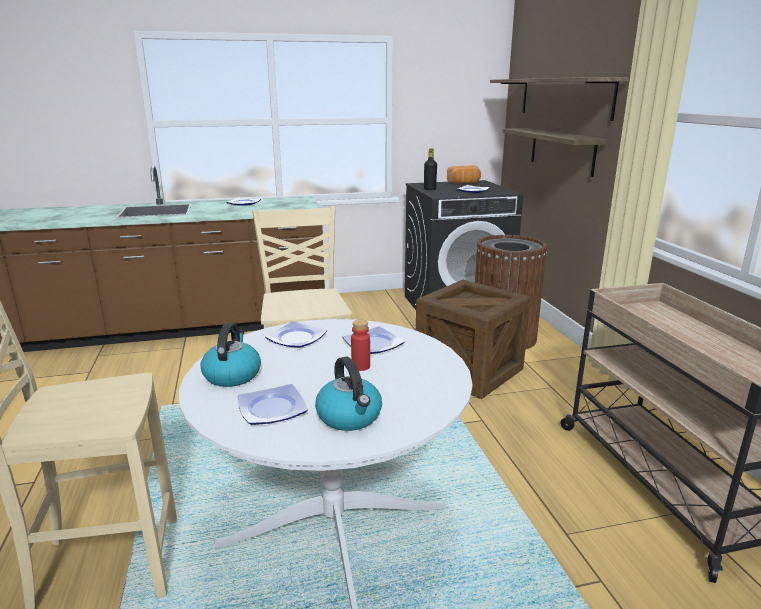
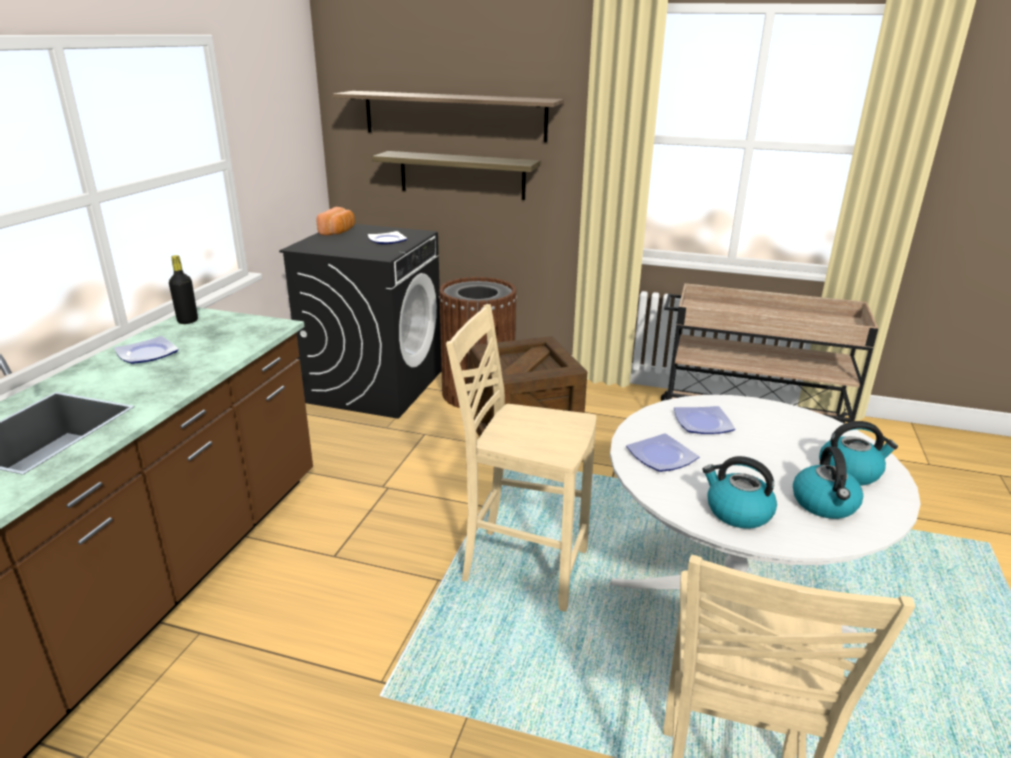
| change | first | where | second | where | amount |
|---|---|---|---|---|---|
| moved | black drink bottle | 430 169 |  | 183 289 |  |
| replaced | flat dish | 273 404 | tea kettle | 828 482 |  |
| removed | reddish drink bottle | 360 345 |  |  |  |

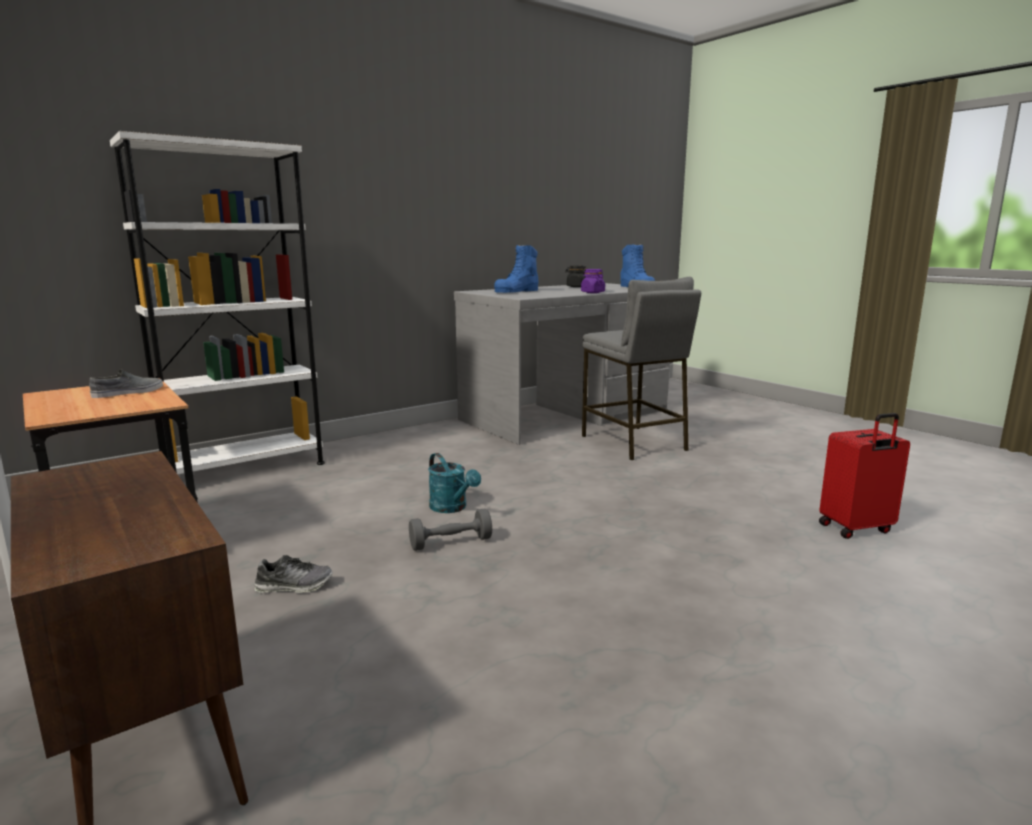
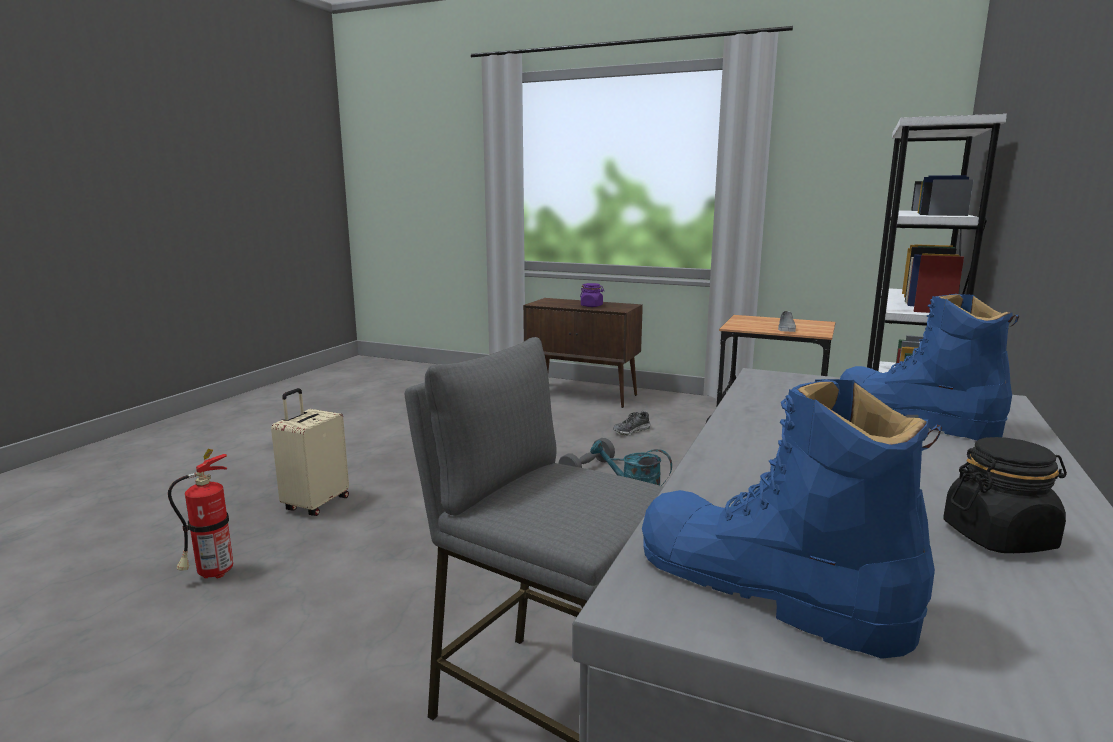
| change | first | where | second | where | amount |
|---|---|---|---|---|---|
| replaced | reddish travel case | 864 476 | extinguisher | 200 513 |  |
| added |  |  | beige-coloured travel case | 310 452 |  |
| moved | purple-coloured preserve jar | 593 281 |  | 592 295 |  |
| turned | bluish tall boot | 516 269 |  | 929 367 | 45 degrees counterclockwise |

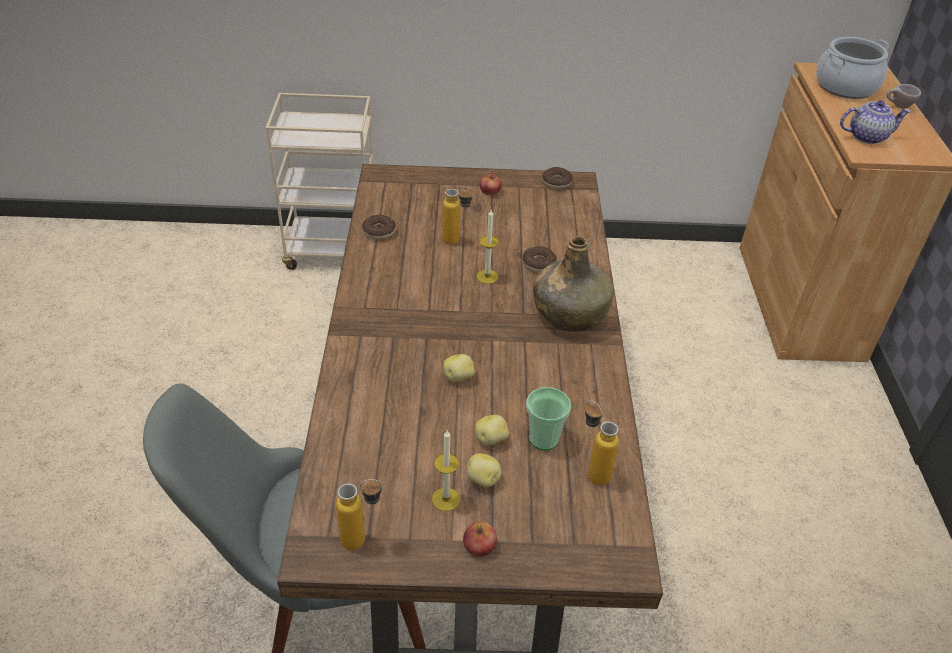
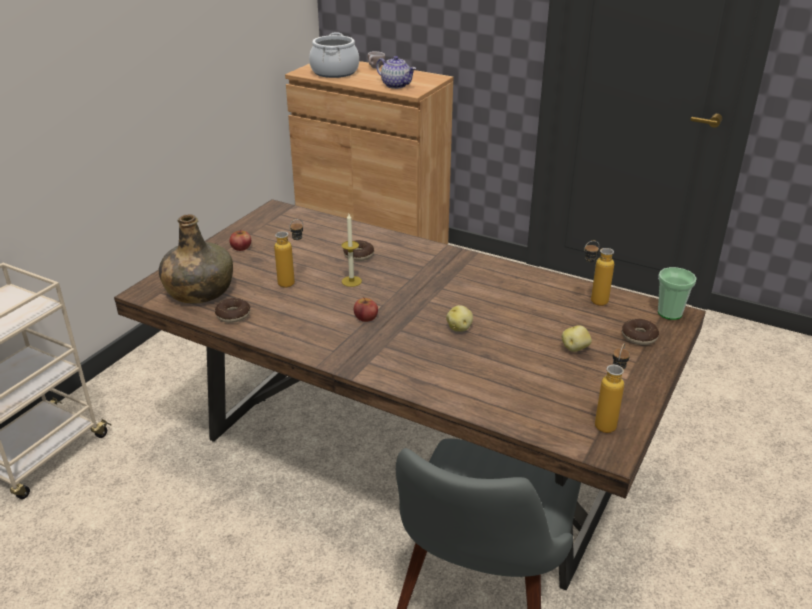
| change | first | where | second | where | amount |
|---|---|---|---|---|---|
| moved | greenish drink bottle | 573 284 |  | 196 259 |  |
| moved | apple | 480 539 |  | 366 309 |  |
| turned | tea pot | 875 122 |  | 396 72 | 105 degrees clockwise |
| moved | ring doughnut | 557 178 |  | 640 332 |  |
| moved | cup | 548 418 |  | 677 293 |  |
| removed | candle | 446 470 |  |  |  |
| removed | spud | 492 430 |  |  |  |

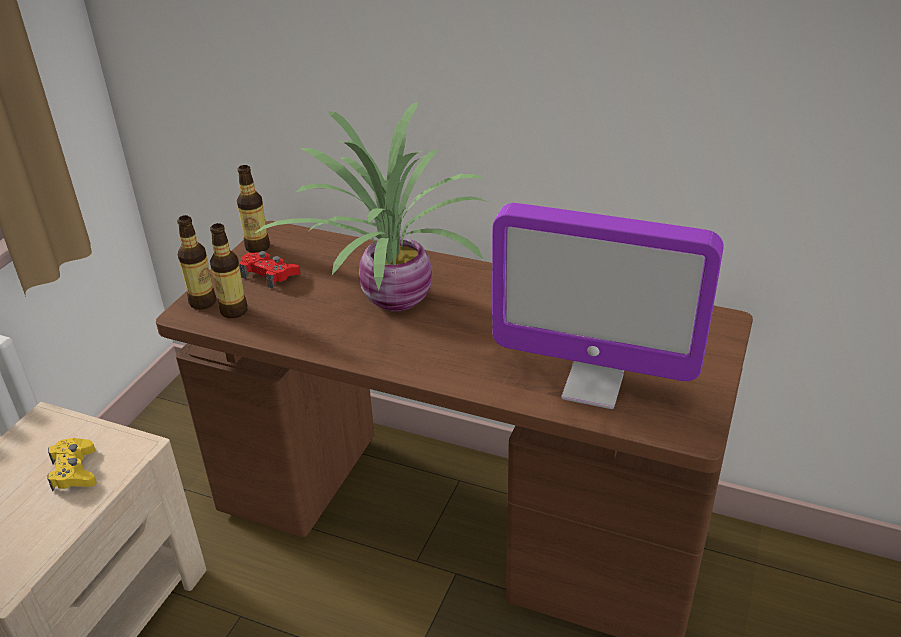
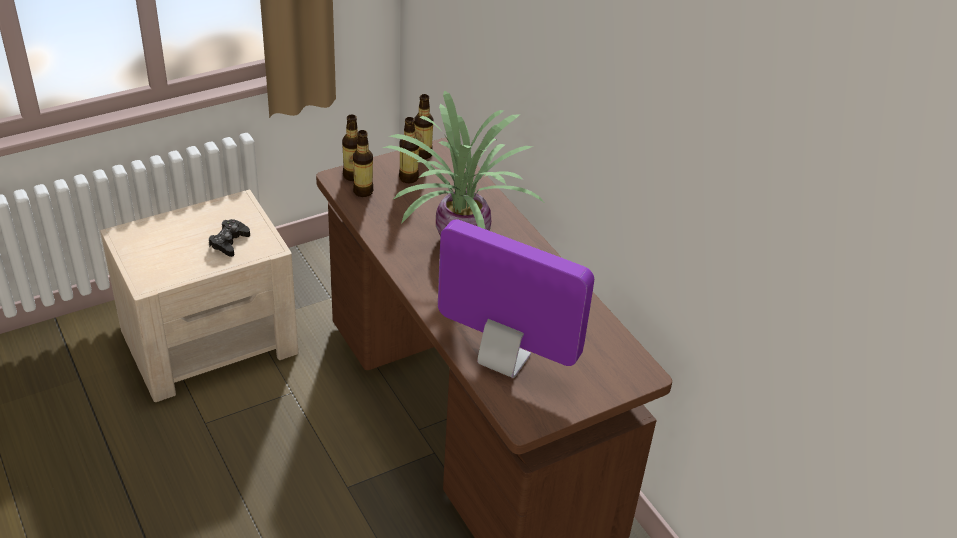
| change | first | where | second | where | amount |
|---|---|---|---|---|---|
| recoloured | yellowish gamepad | 72 465 | black gamepad | 229 238 |  |
| replaced | reddish gamepad | 269 270 | drink bottle | 409 150 |  |
| turned | monitor | 608 306 |  | 516 298 | 150 degrees clockwise |

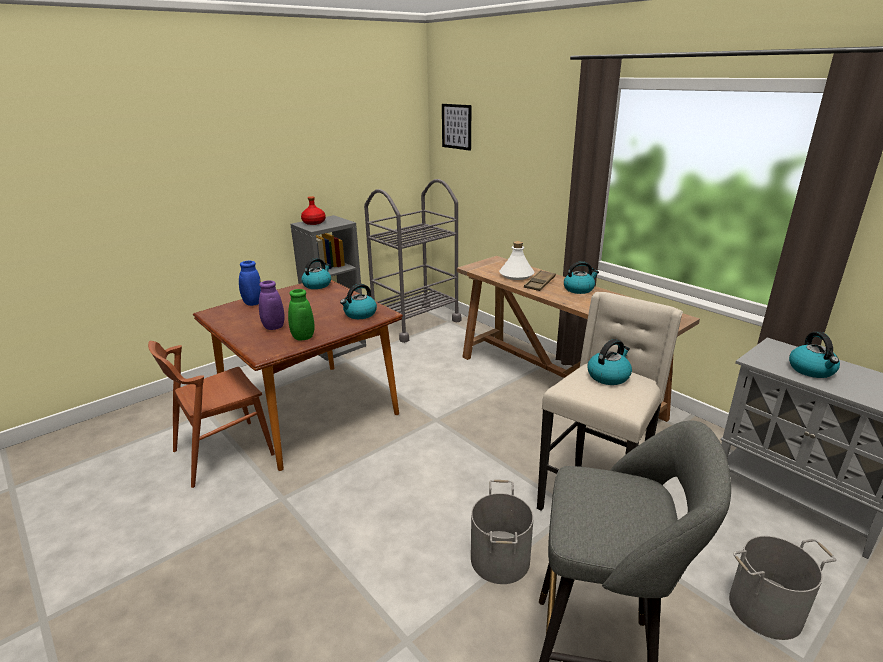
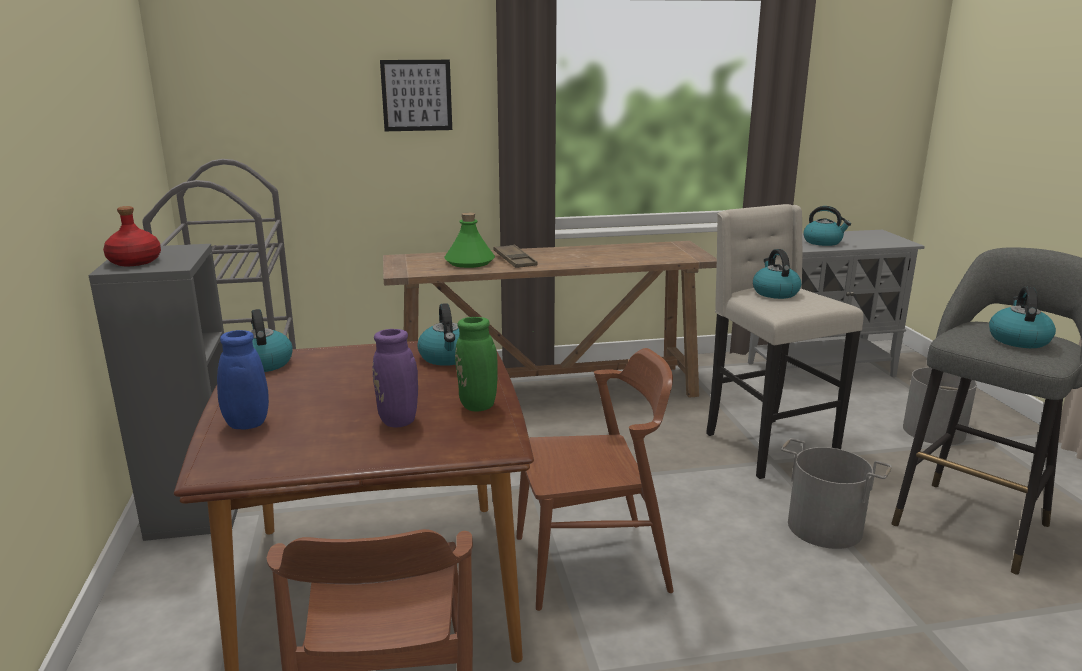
| change | first | where | second | where | amount |
|---|---|---|---|---|---|
| moved | wall art | 457 127 |  | 416 95 |  |
| recoloured | white-coloured drink bottle | 516 260 | greenish drink bottle | 469 240 |  |
| added |  |  | brown-coloured chair | 595 479 |  |
| moved | tea kettle | 581 277 |  | 1022 317 |  |

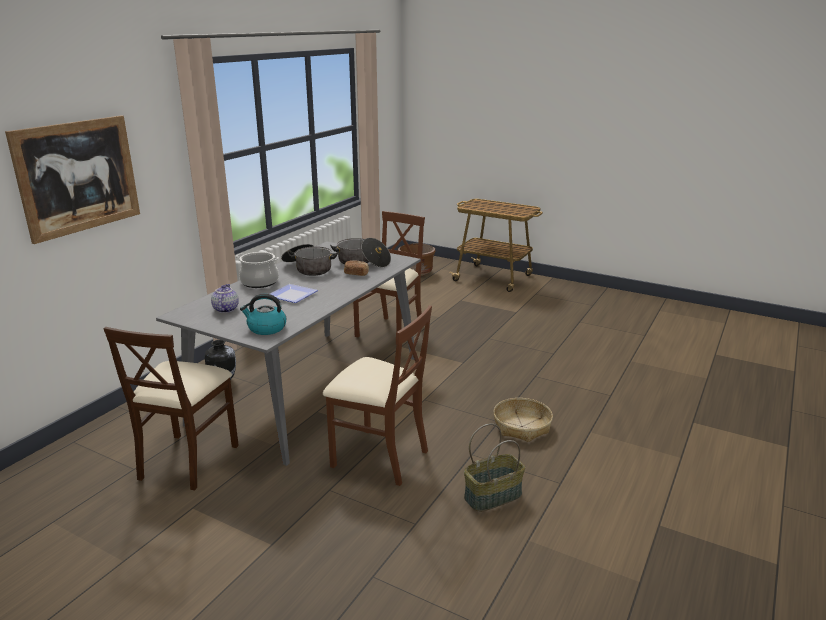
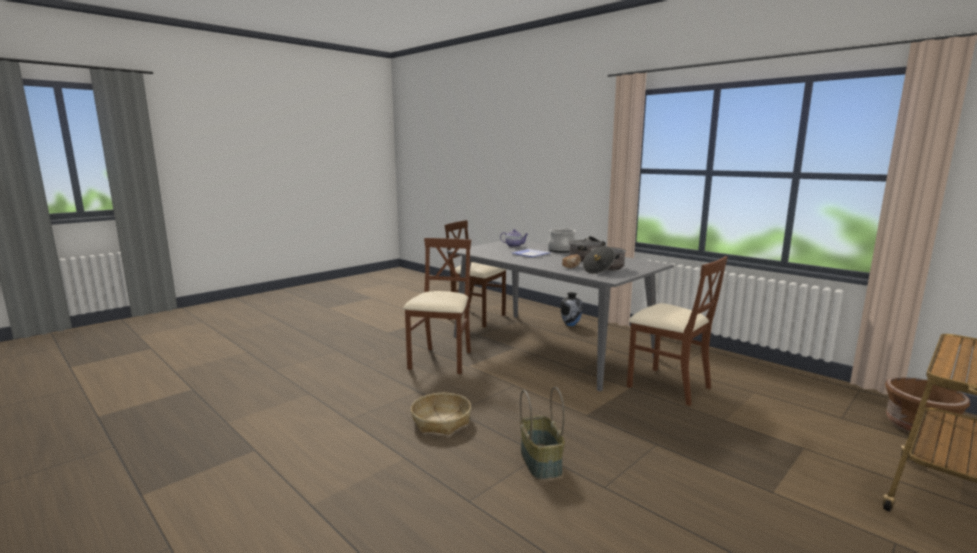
| change | first | where | second | where | amount |
|---|---|---|---|---|---|
| turned | brown-coloured chair | 377 395 |  | 437 306 | 150 degrees clockwise |
| moved | storage basket | 494 467 |  | 542 433 |  |
| removed | wall art | 72 180 |  |  |  |
| removed | tea kettle | 263 314 |  |  |  |

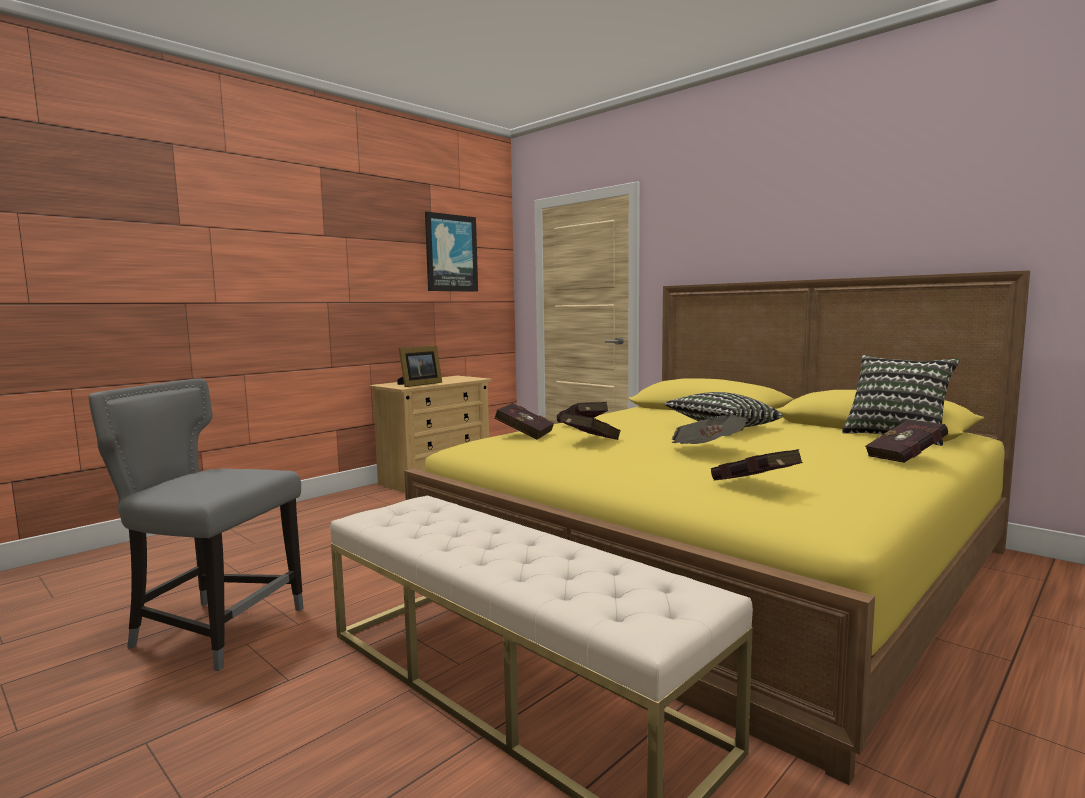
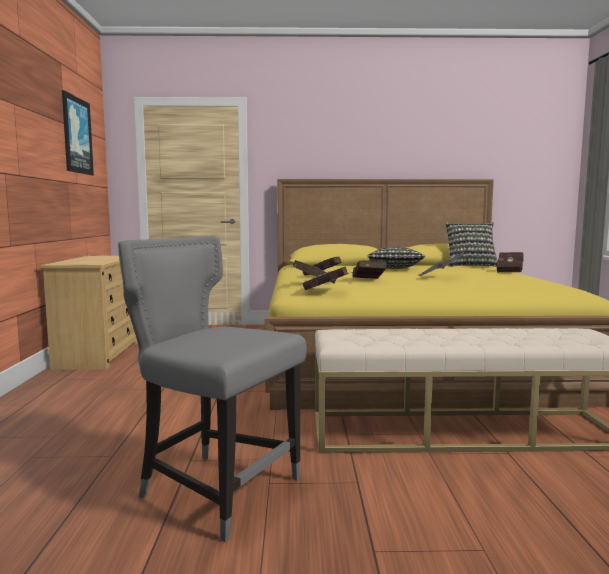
| change | first | where | second | where | amount |
|---|---|---|---|---|---|
| turned | greyish chair | 196 525 |  | 212 389 | 60 degrees clockwise |
| moved | reddish bound book | 757 465 |  | 327 278 |  |
| removed | picture frame | 420 366 |  |  |  |

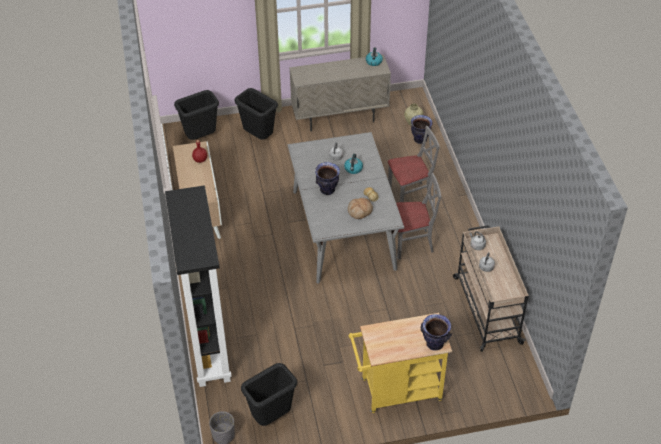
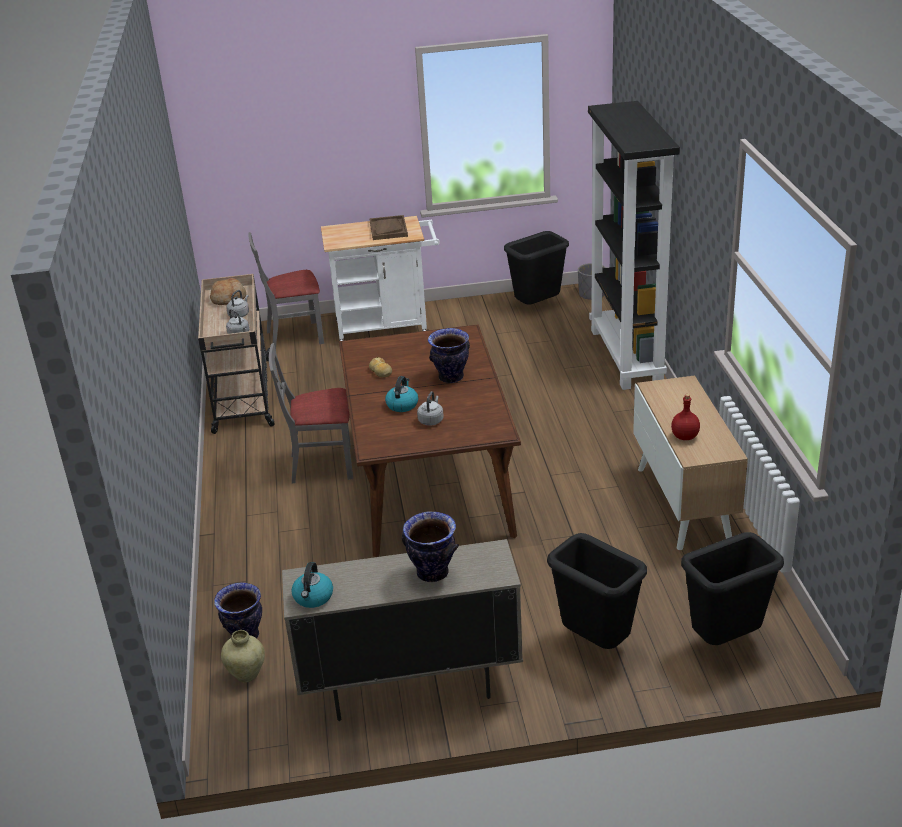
| change | first | where | second | where | amount |
|---|---|---|---|---|---|
| moved | bakery bread | 360 208 |  | 228 291 |  |
| moved | greyish chair | 414 164 |  | 286 290 |  |
| recoloured | yellowish trolley | 400 363 | white-coloured trolley | 380 278 |  |
| recoloured | greyish dining table | 346 208 | brown-coloured dining table | 430 441 |  |
| added |  |  | brown-coloured carrying tray | 389 227 |  |
| moved | flower vase | 436 332 |  | 430 546 |  |

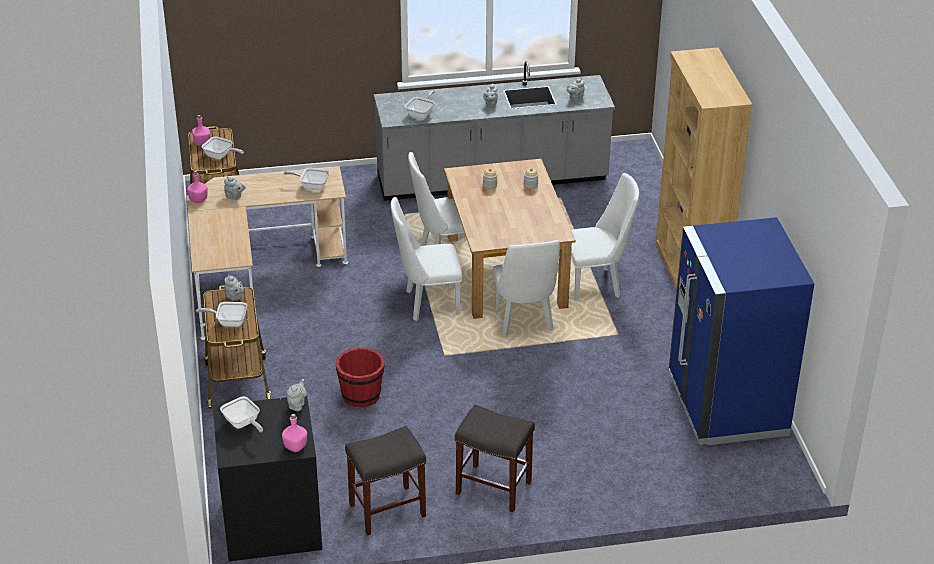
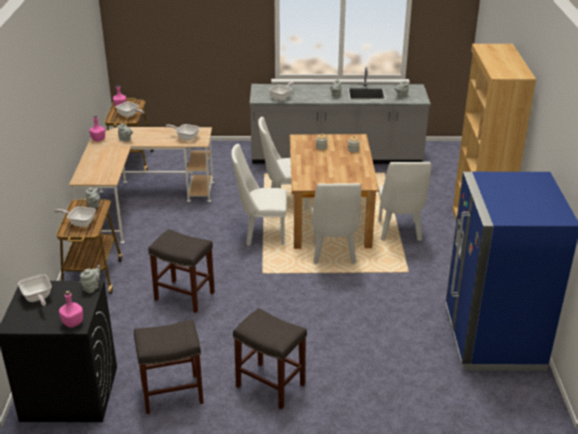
| change | first | where | second | where | amount |
|---|---|---|---|---|---|
| replaced | reddish bucket | 360 377 | greyish sitting stool | 181 271 |  |
| turned | white-coloured chair | 605 237 |  | 404 201 | 90 degrees clockwise |

